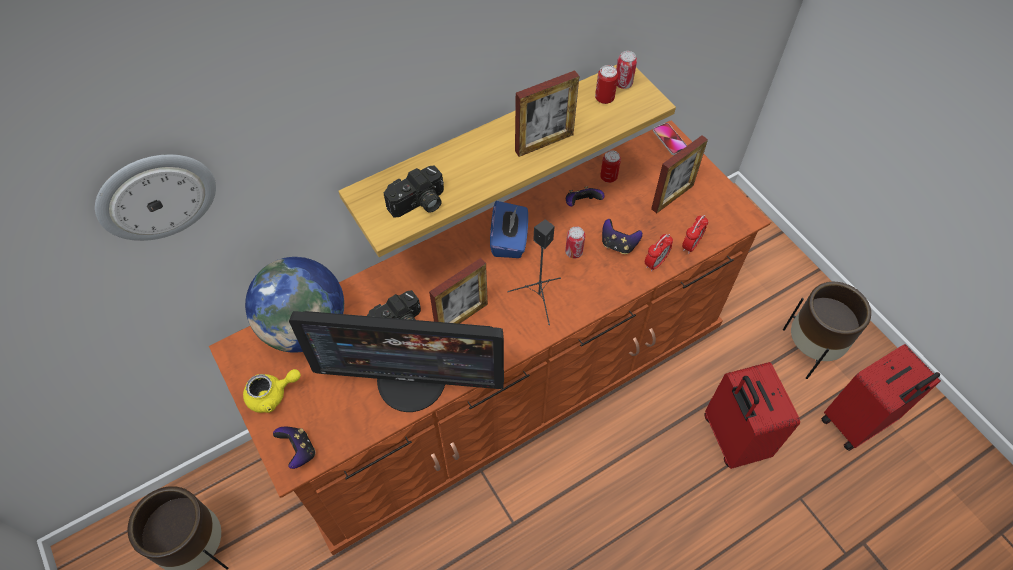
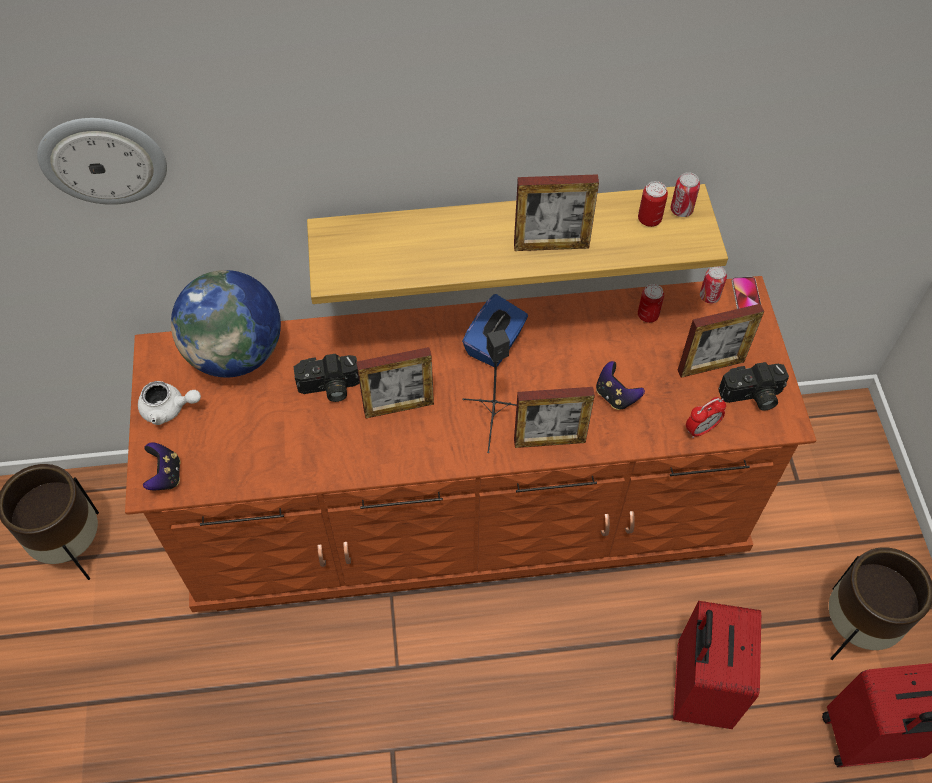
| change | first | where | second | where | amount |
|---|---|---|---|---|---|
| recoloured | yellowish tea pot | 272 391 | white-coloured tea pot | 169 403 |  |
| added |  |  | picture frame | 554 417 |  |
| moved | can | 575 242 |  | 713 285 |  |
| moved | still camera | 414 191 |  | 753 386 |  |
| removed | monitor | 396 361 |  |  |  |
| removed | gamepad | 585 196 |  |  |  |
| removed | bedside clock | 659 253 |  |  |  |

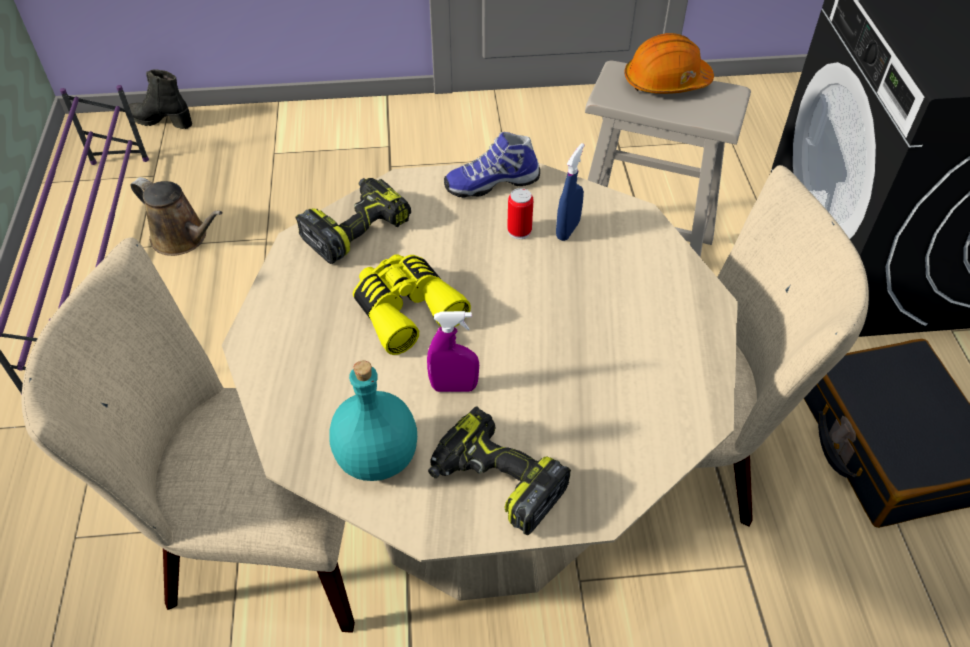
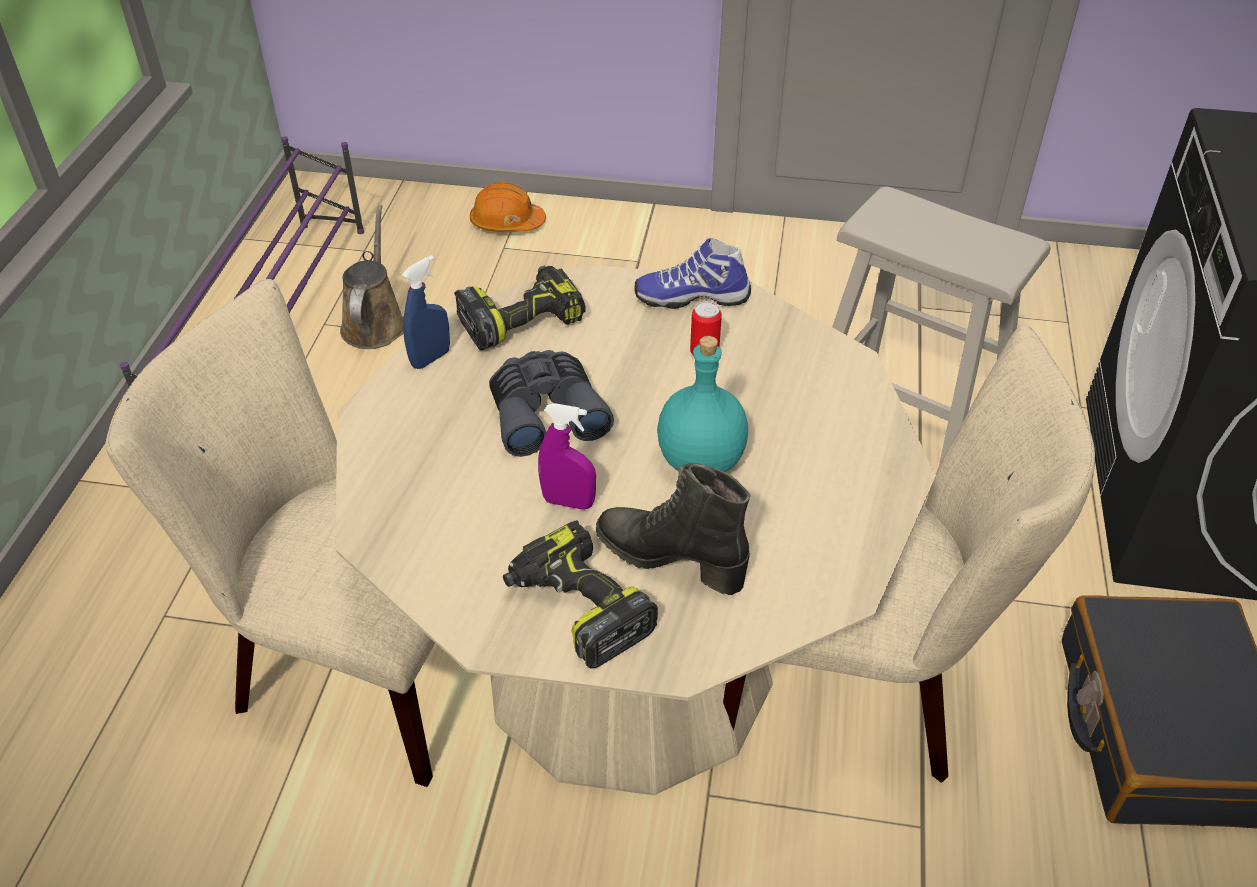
| change | first | where | second | where | amount |
|---|---|---|---|---|---|
| turned | brown-coloured watering can | 177 216 |  | 372 277 | 135 degrees counterclockwise |
| moved | bluish spray bottle | 570 192 |  | 426 312 |  |
| moved | orange-coloured safety helmet | 669 63 |  | 508 207 |  |
| recoloured | yellowish pair of binoculars | 412 304 | greyish pair of binoculars | 551 403 |  |
| moved | black tall boot | 158 99 |  | 673 529 |  |
| moved | turquoise-coloured drink bottle | 373 420 |  | 702 404 |  |

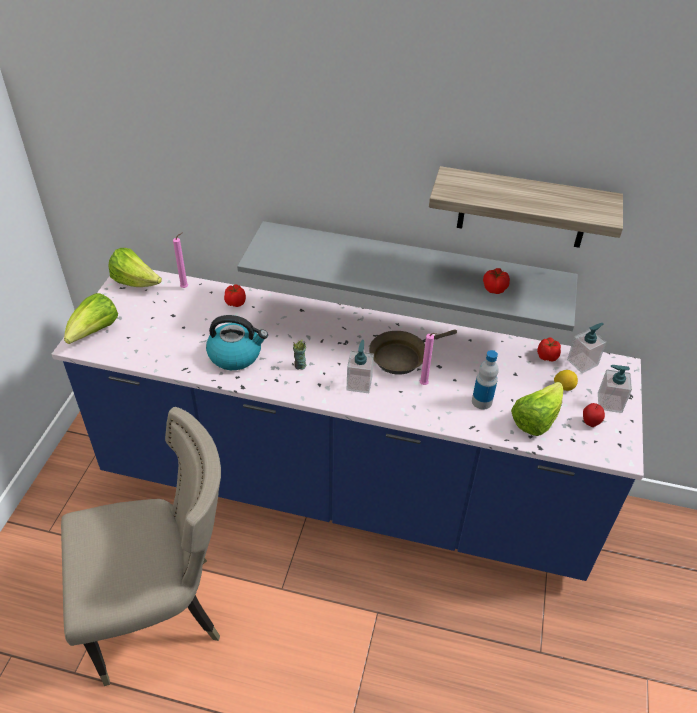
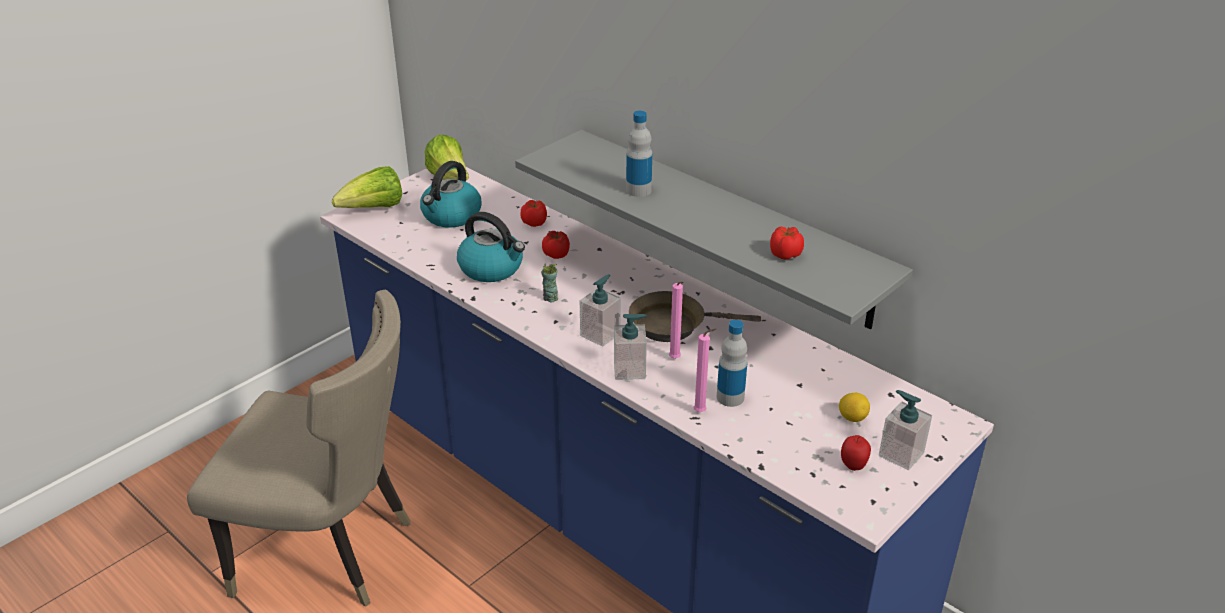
| change | first | where | second | where | amount |
|---|---|---|---|---|---|
| added |  |  | tea kettle | 451 194 |  |
| moved | fresh tomato | 549 349 |  | 556 245 |  |
| moved | soap bottle | 586 348 |  | 630 347 |  |
| added |  |  | drink bottle | 639 154 |  |
| moved | pinkish candle | 180 260 |  | 705 370 |  |
| removed | shelf | 526 207 |  |  |  |
| removed | lettuce | 537 409 |  |  |  |

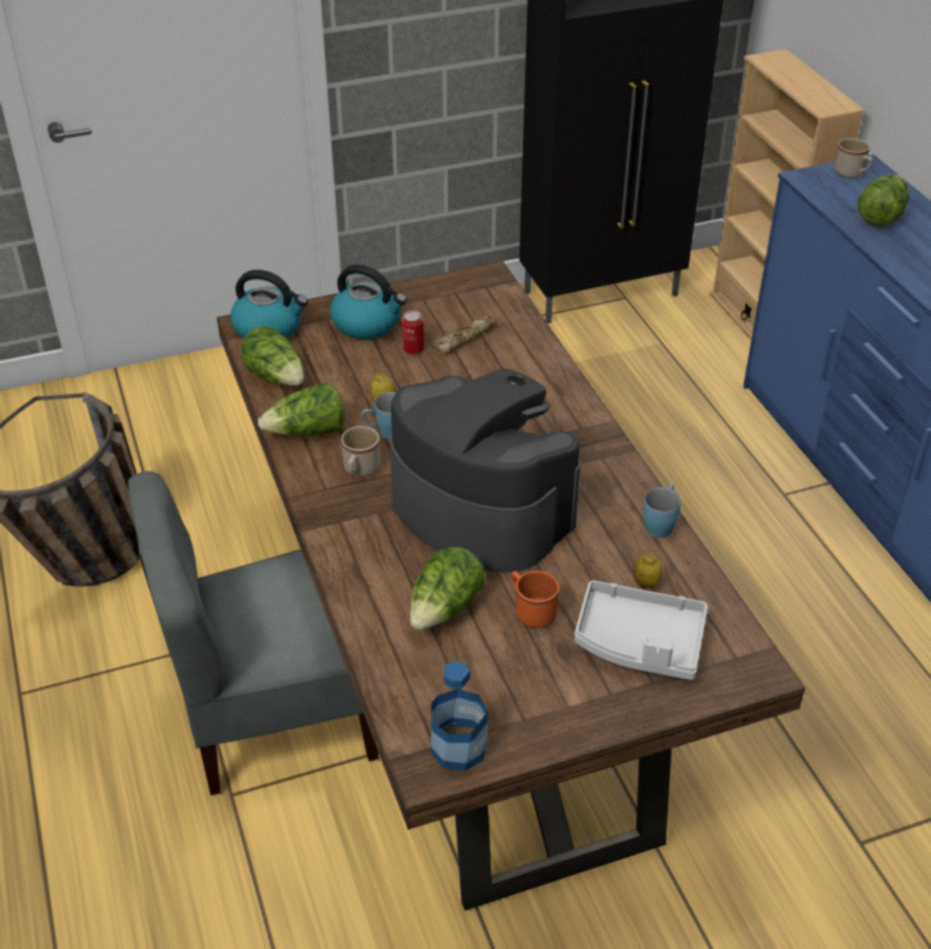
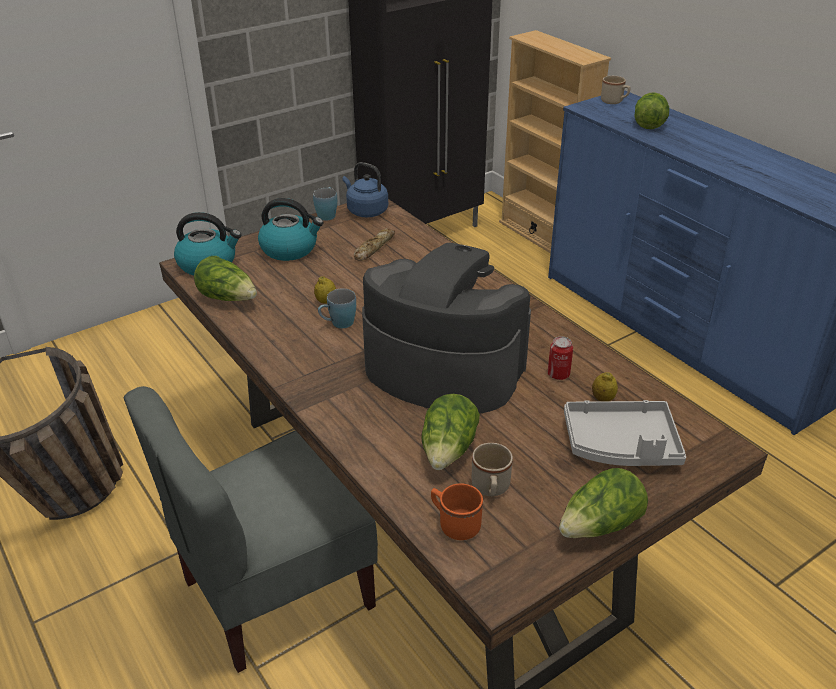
| change | first | where | second | where | amount |
|---|---|---|---|---|---|
| moved | bluish mug | 662 511 |  | 325 204 |  |
| added |  |  | bluish tea kettle | 365 189 |  |
| moved | orange-coloured mug | 536 599 |  | 457 511 |  |
| moved | beige-coloured mug | 360 451 |  | 492 469 |  |
| moved | can | 412 332 |  | 560 358 |  |
| moved | lettuce | 301 409 |  | 603 503 |  |
| removed | drink bottle | 459 716 |  |  |  |

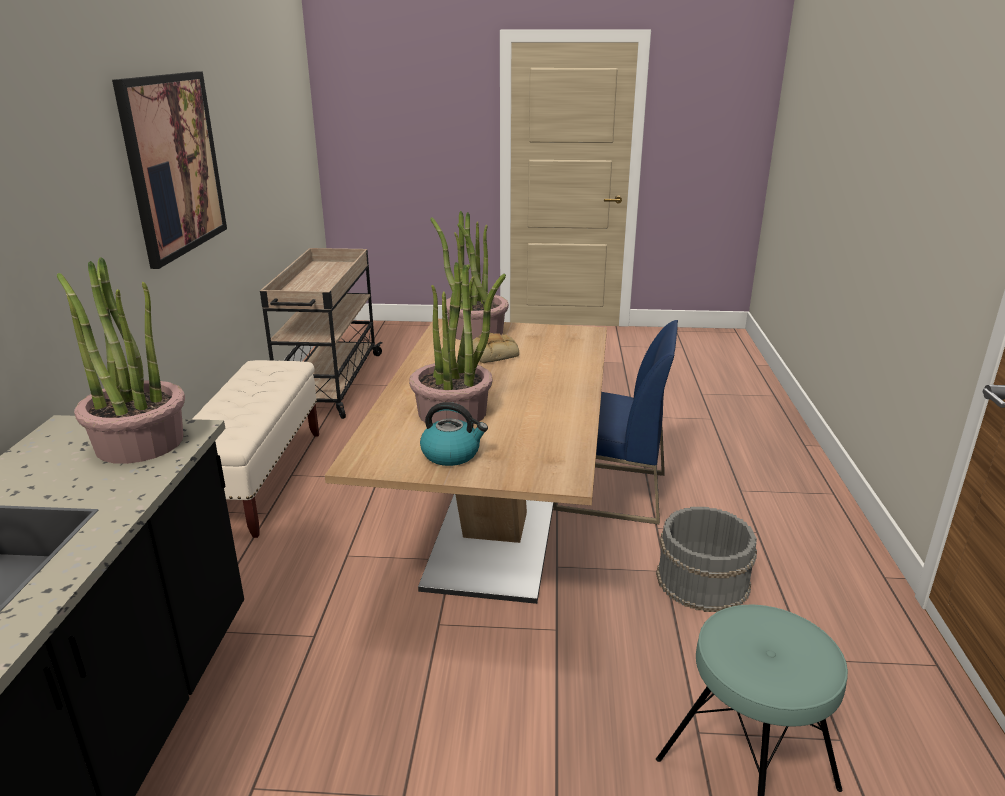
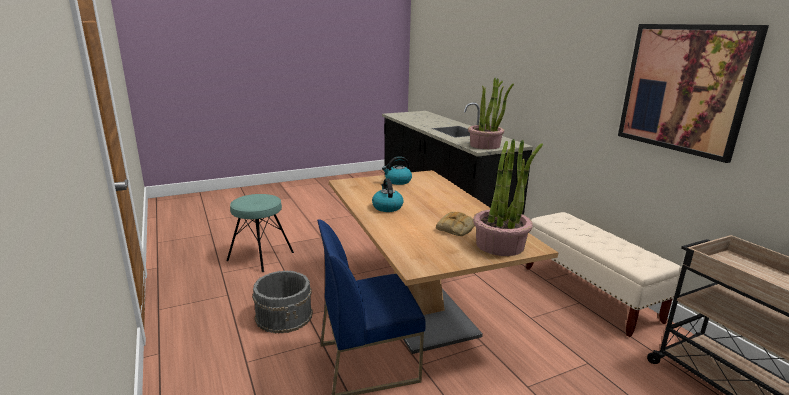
| change | first | where | second | where | amount |
|---|---|---|---|---|---|
| added |  |  | tea kettle | 388 195 |  |
| removed | plant in a pot | 457 343 |  |  |  |

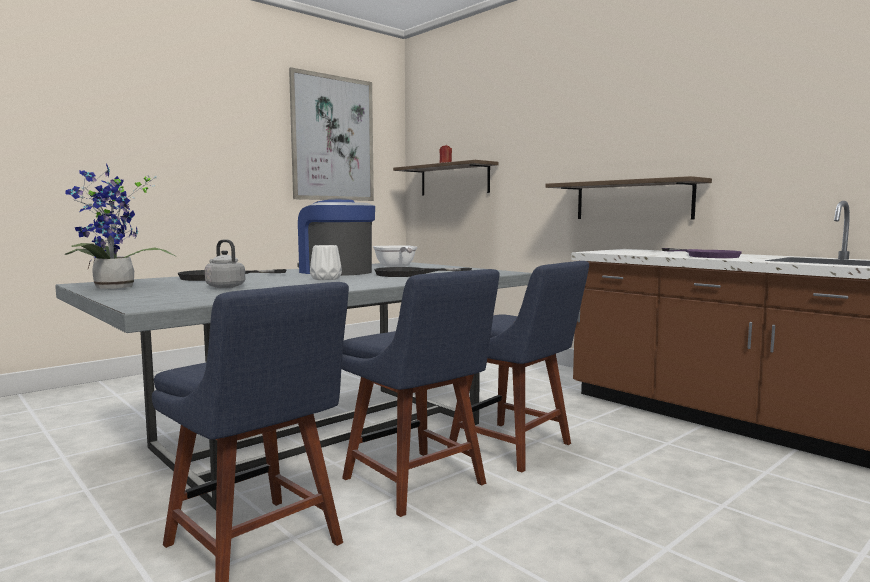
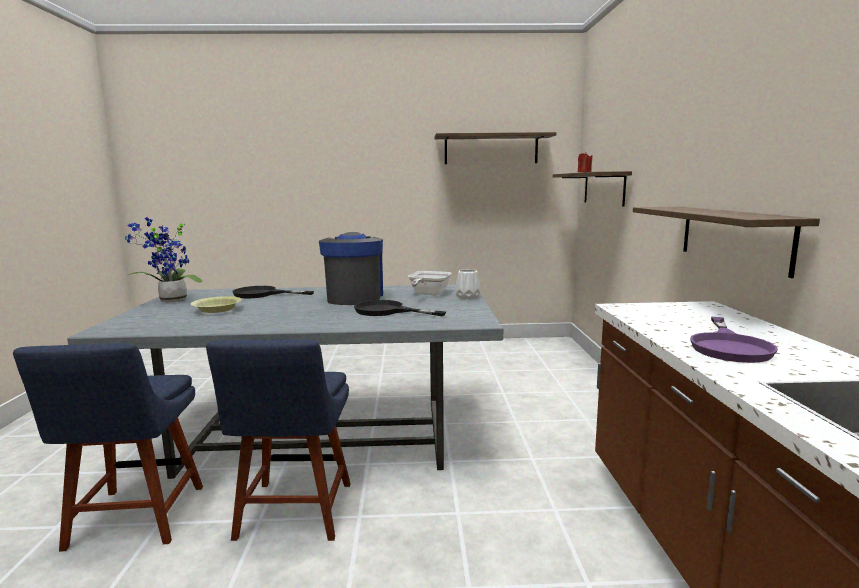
| change | first | where | second | where | amount |
|---|---|---|---|---|---|
| replaced | greyish tea kettle | 225 263 | yellowish serving bowl | 216 304 |  |
| replaced | wall art | 331 134 | shelf | 495 148 |  |
| moved | white-coloured flower vase | 326 262 |  | 467 284 |  |
| removed | bluish chair | 518 366 |  |  |  |

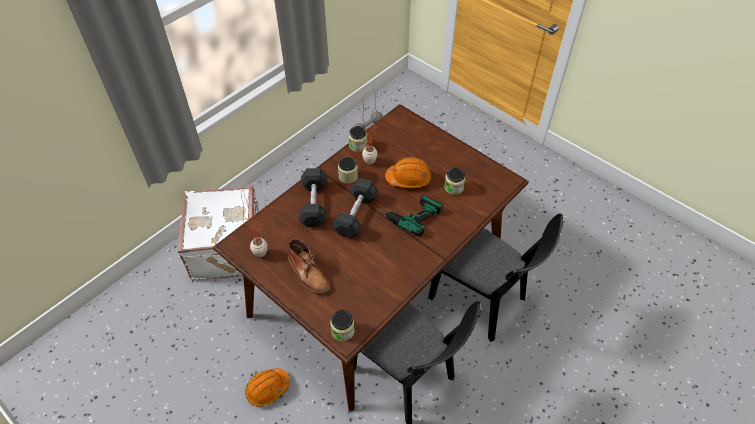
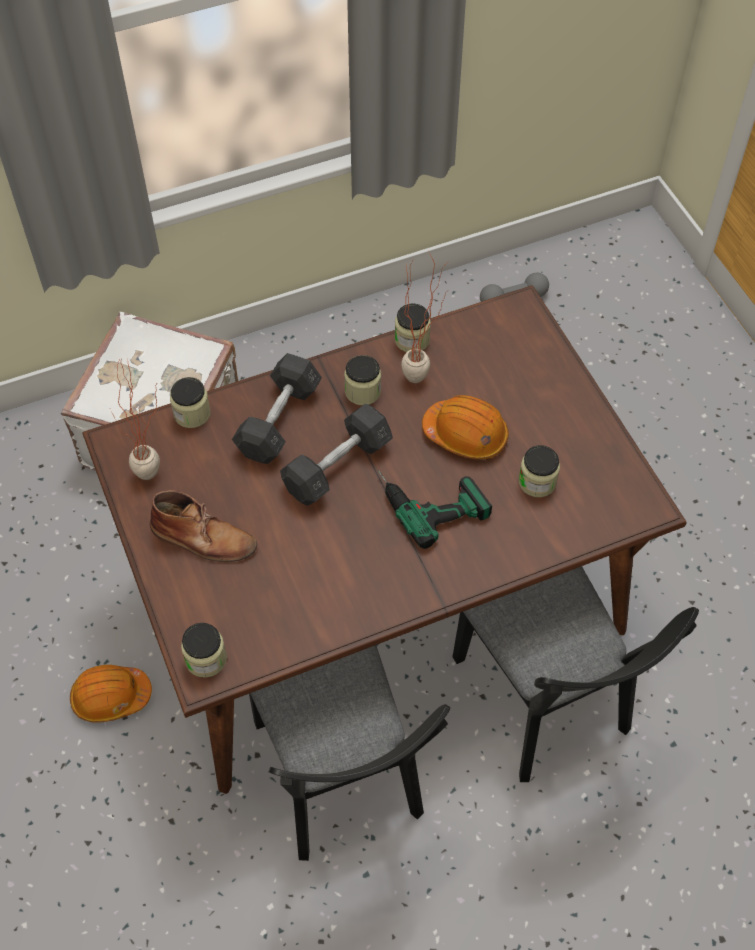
| change | first | where | second | where | amount |
|---|---|---|---|---|---|
| turned | brown-coloured tall boot | 309 266 |  | 203 526 | 60 degrees counterclockwise |
| added |  |  | preserve jar | 190 402 |  |

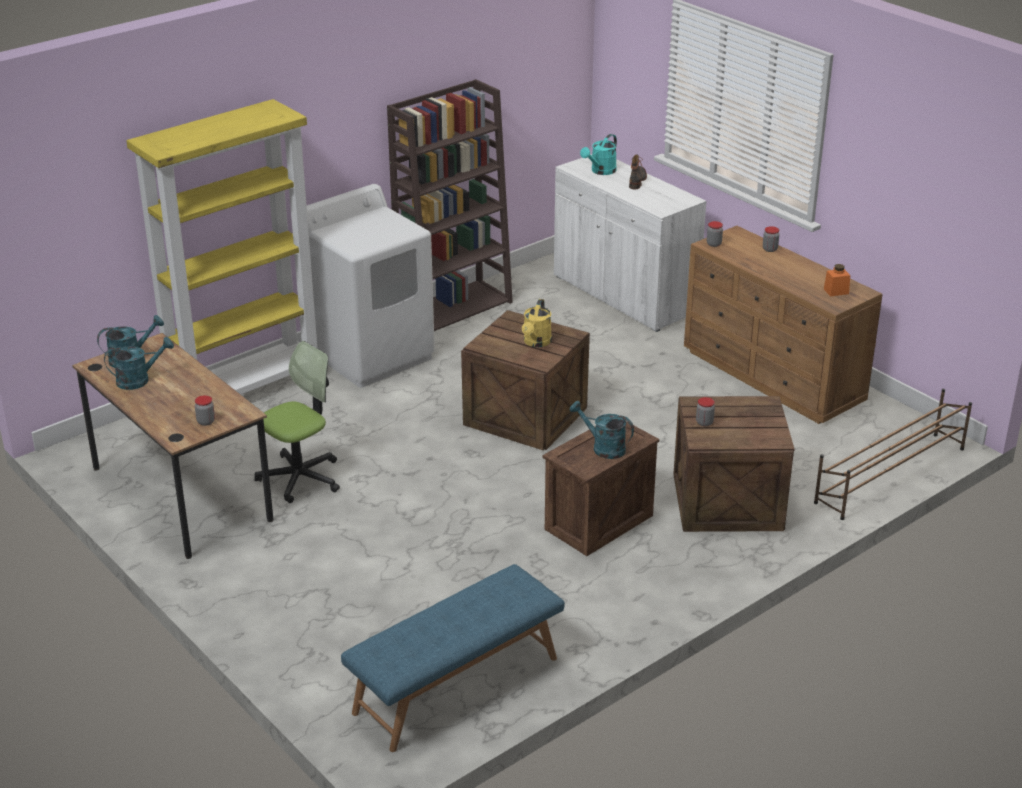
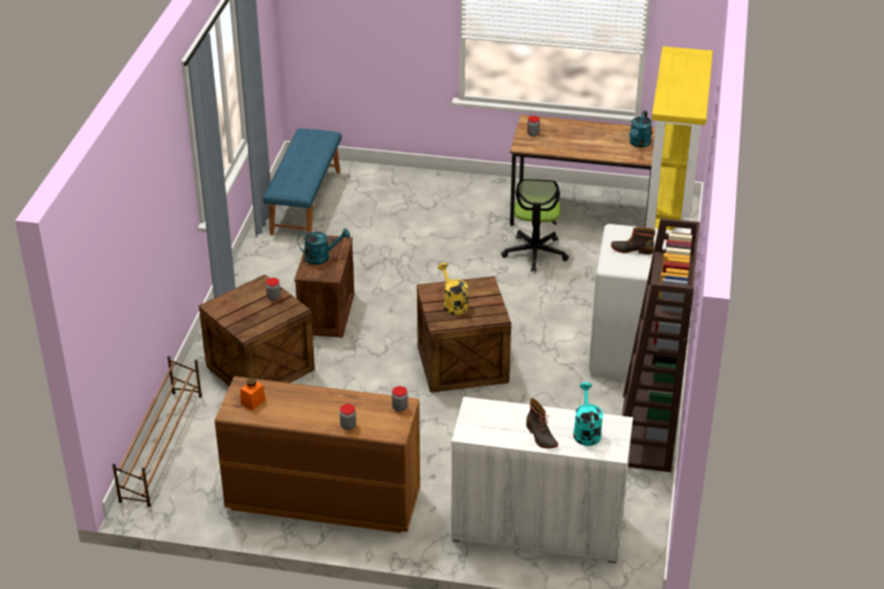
| change | first | where | second | where | amount |
|---|---|---|---|---|---|
| added |  |  | tall boot | 633 241 |  |
| removed | turquoise-coloured watering can | 139 363 |  |  |  |

